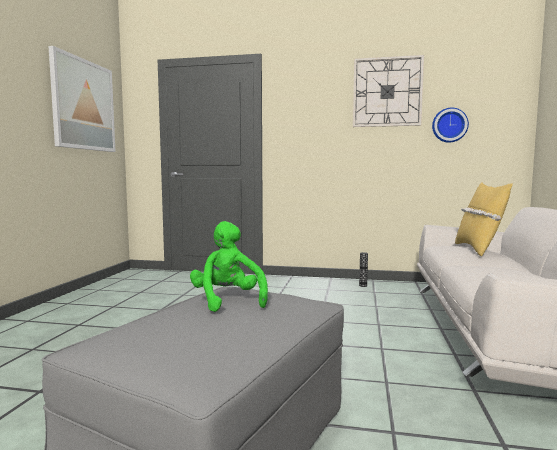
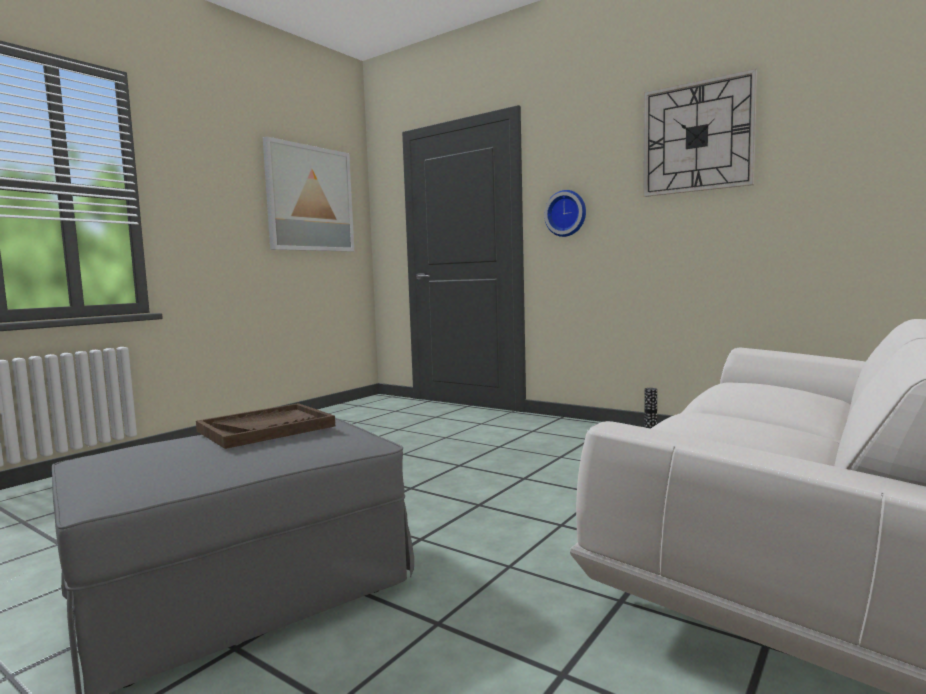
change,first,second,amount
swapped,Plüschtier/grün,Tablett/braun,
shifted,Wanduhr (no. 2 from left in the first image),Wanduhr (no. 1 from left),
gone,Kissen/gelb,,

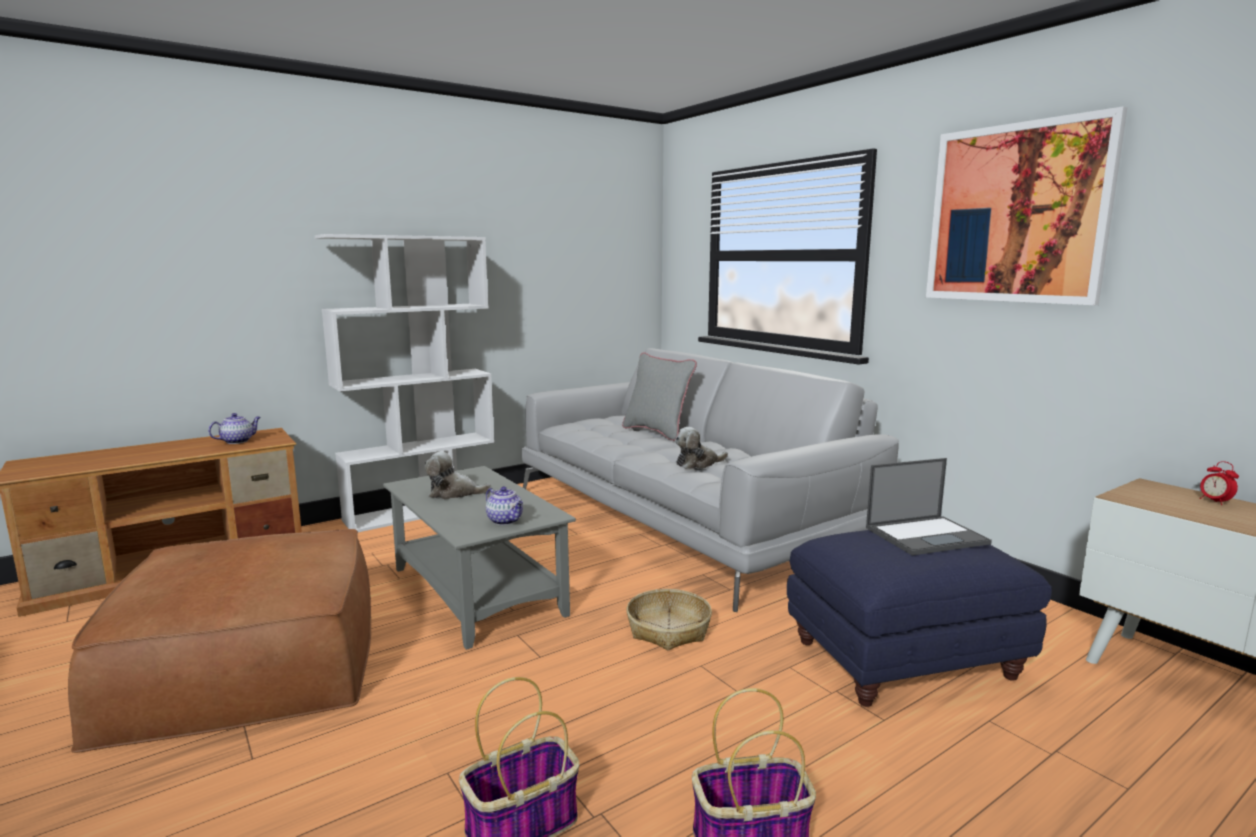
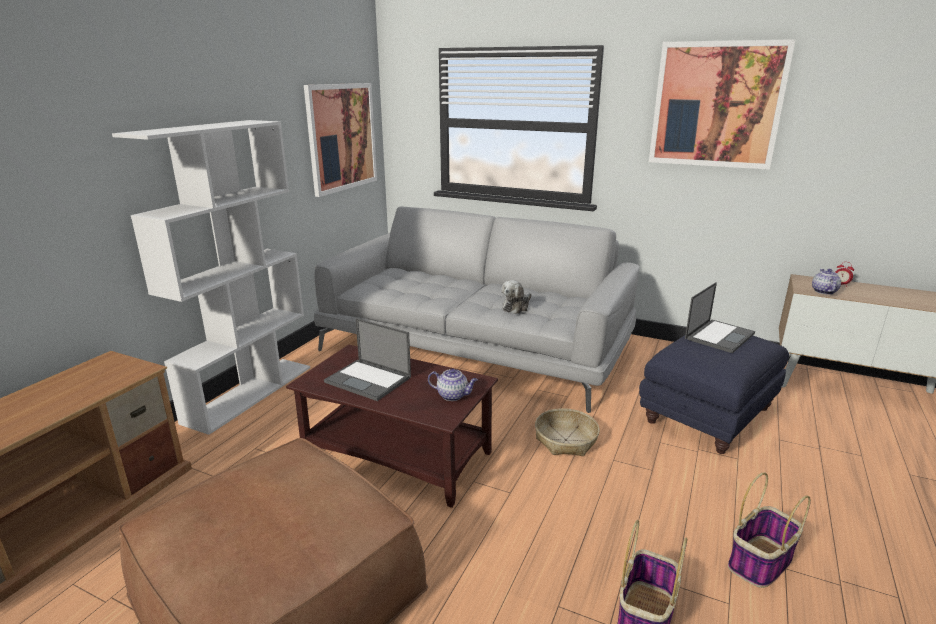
change,first,second,amount
repainted,Couchtisch/grau,Couchtisch/braun,
new,,Bild (no. 1 from left),
swapped,Plüschtier (no. 1 from left),Laptop (no. 1 from left),
shifted,Teekanne (no. 1 from left in the first image),Teekanne (no. 2 from left),
gone,Kissen/grau,,

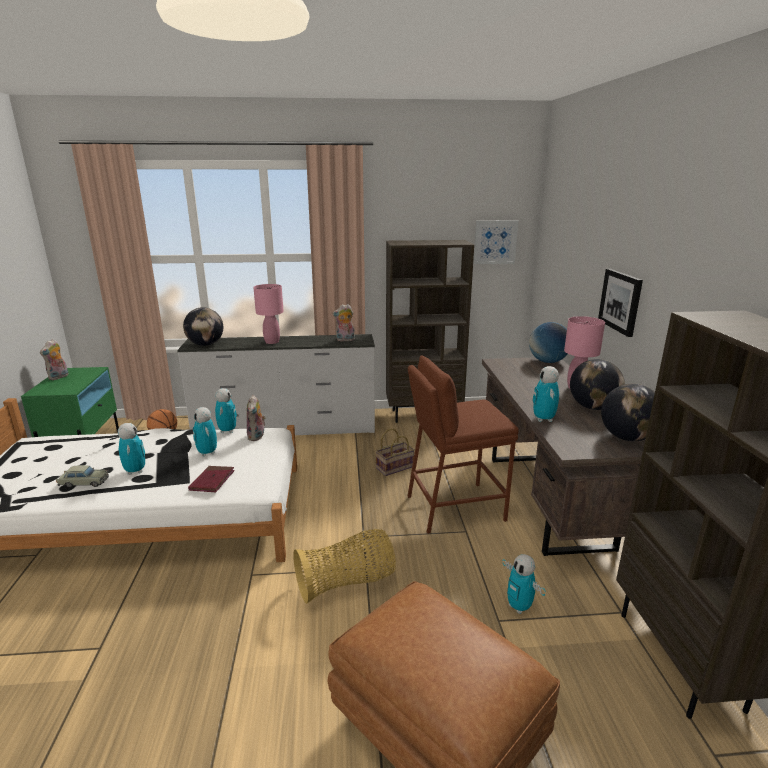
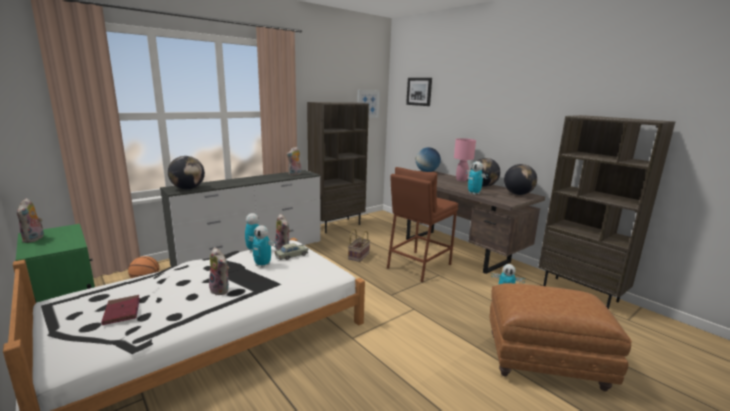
change,first,second,amount
shifted,Buch/rot,,
swapped,Spielzeugroboter (no. 1 from left),Plüschtier (no. 2 from left),
shifted,Spielzeugauto/beige,,
shifted,Bild (no. 2 from left),,
gone,Tischlampe/rosa (no. 1 from left),,
gone,Korb (no. 1 from left),,

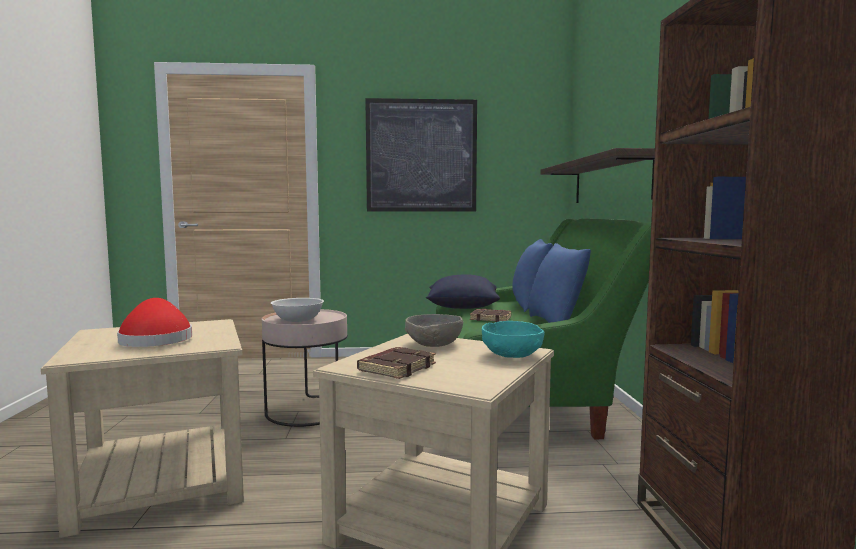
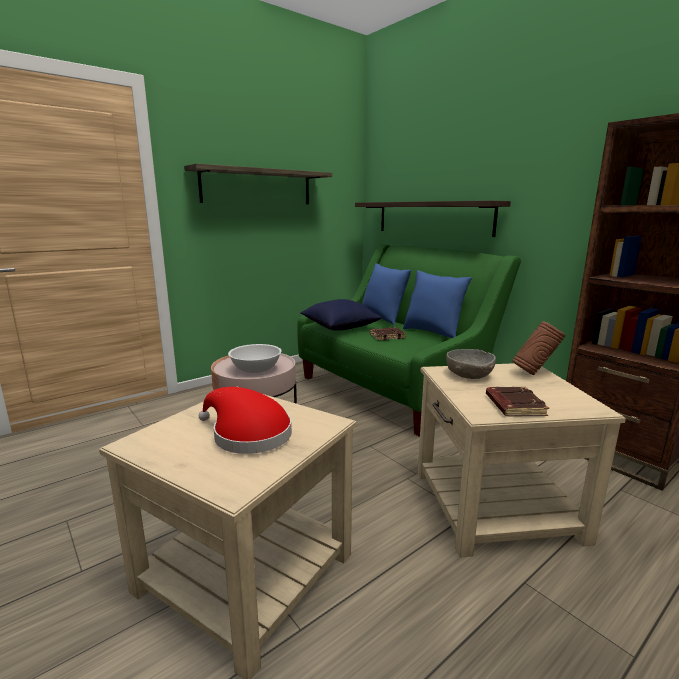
change,first,second,amount
swapped,Bild,Wandregal (no. 1 from left),
swapped,Schüssel/türkis,Vase/braun,

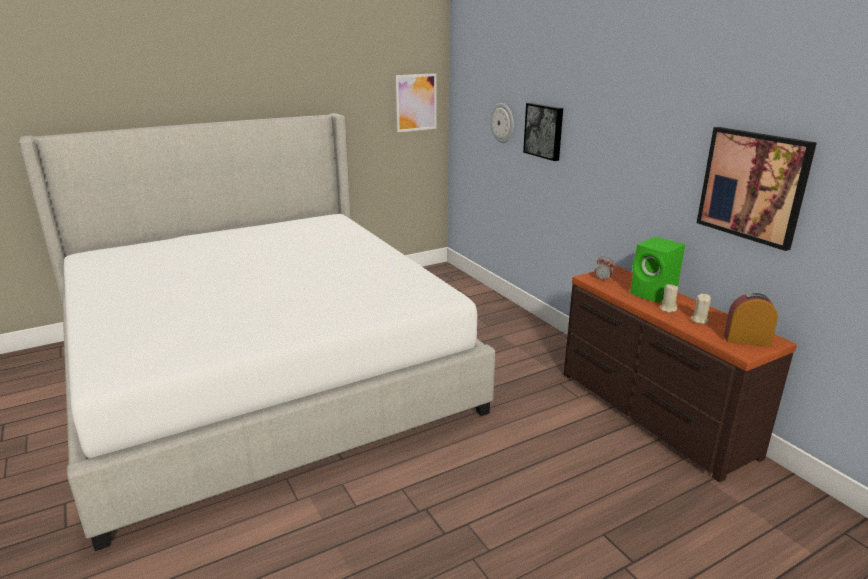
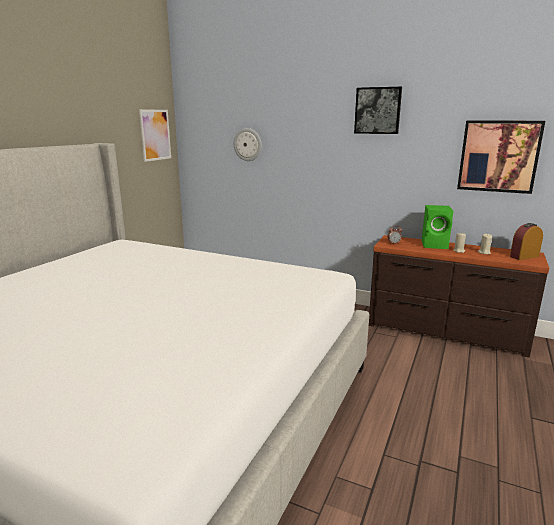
change,first,second,amount
shifted,Bild (no. 2 from left),,

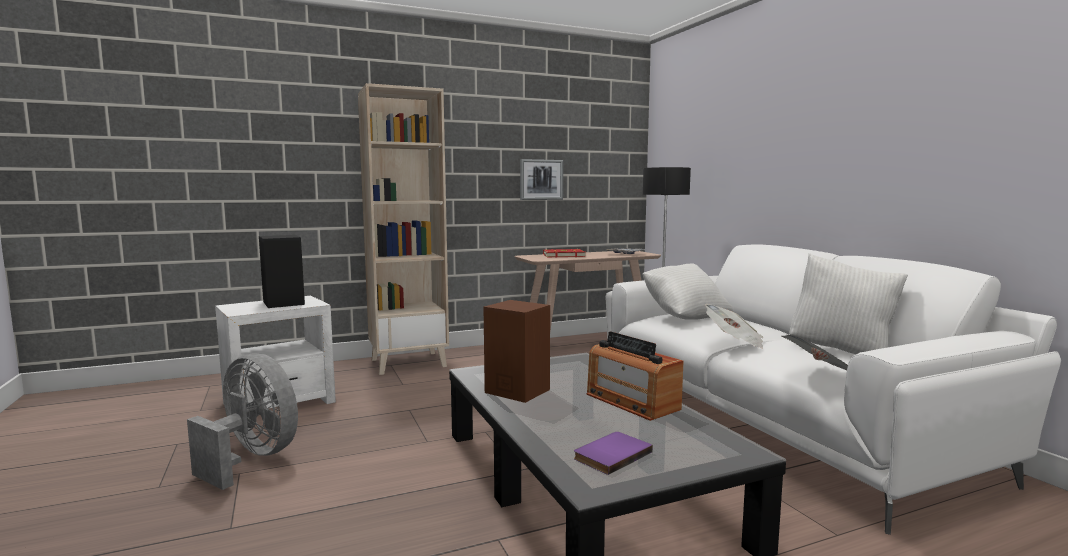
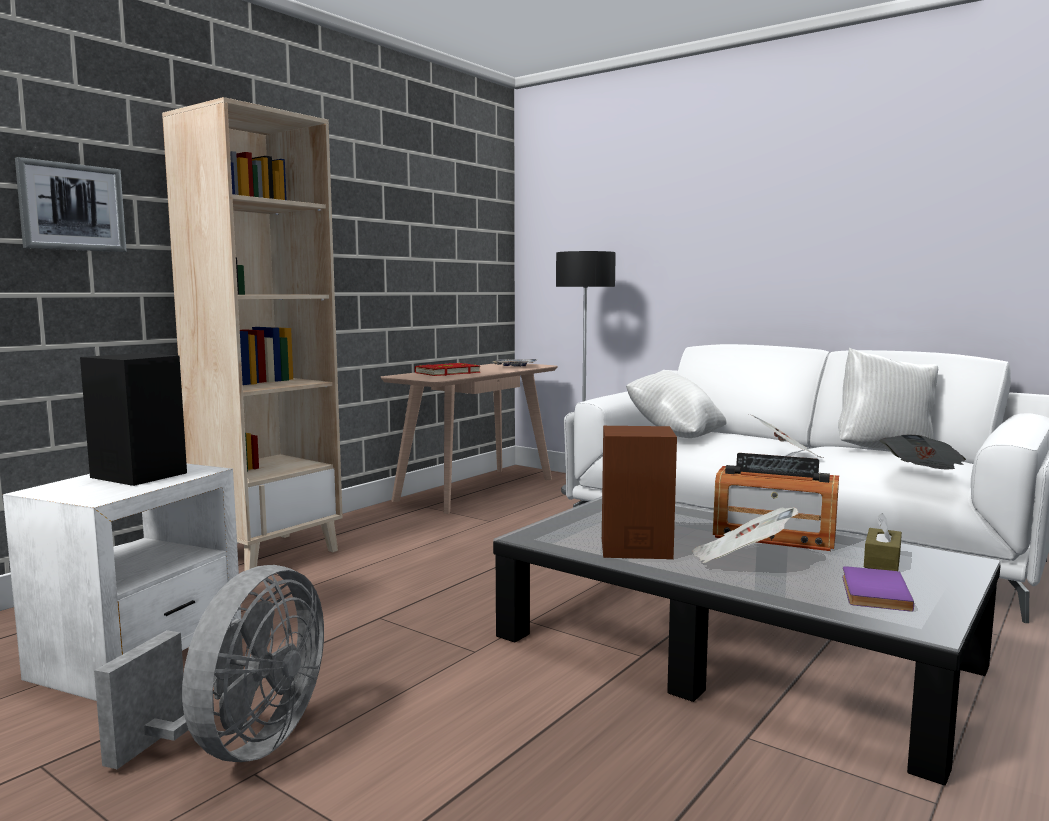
change,first,second,amount
shifted,Bild,,
rotated,Ventilator/grau,,105 degrees clockwise
new,,Zeitung (no. 1 from left),
new,,Taschentuchbox/braun,

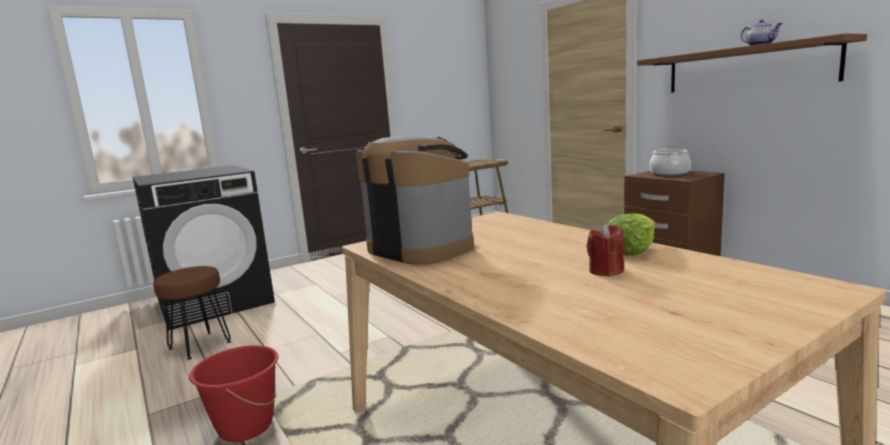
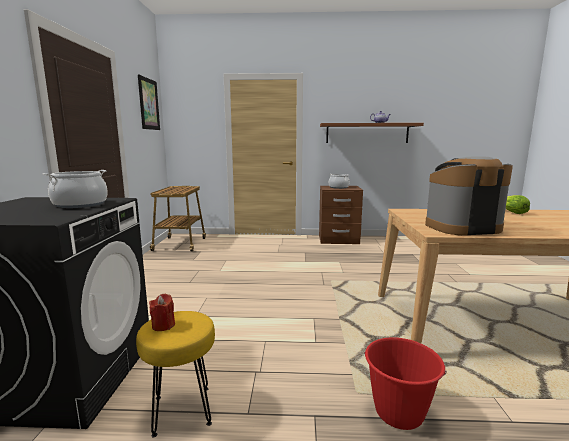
change,first,second,amount
new,,Kochtopf (no. 1 from left),
repainted,Hocker/braun,Hocker/gelb,
new,,Bild,
shifted,Kerze/rot,,

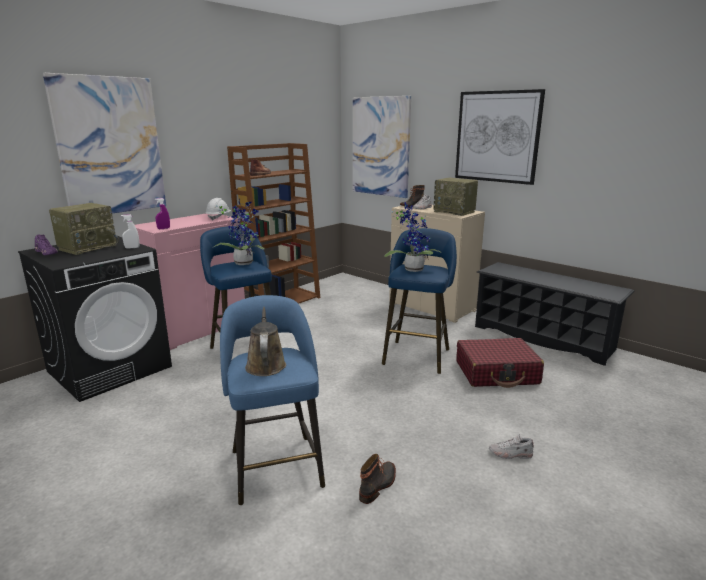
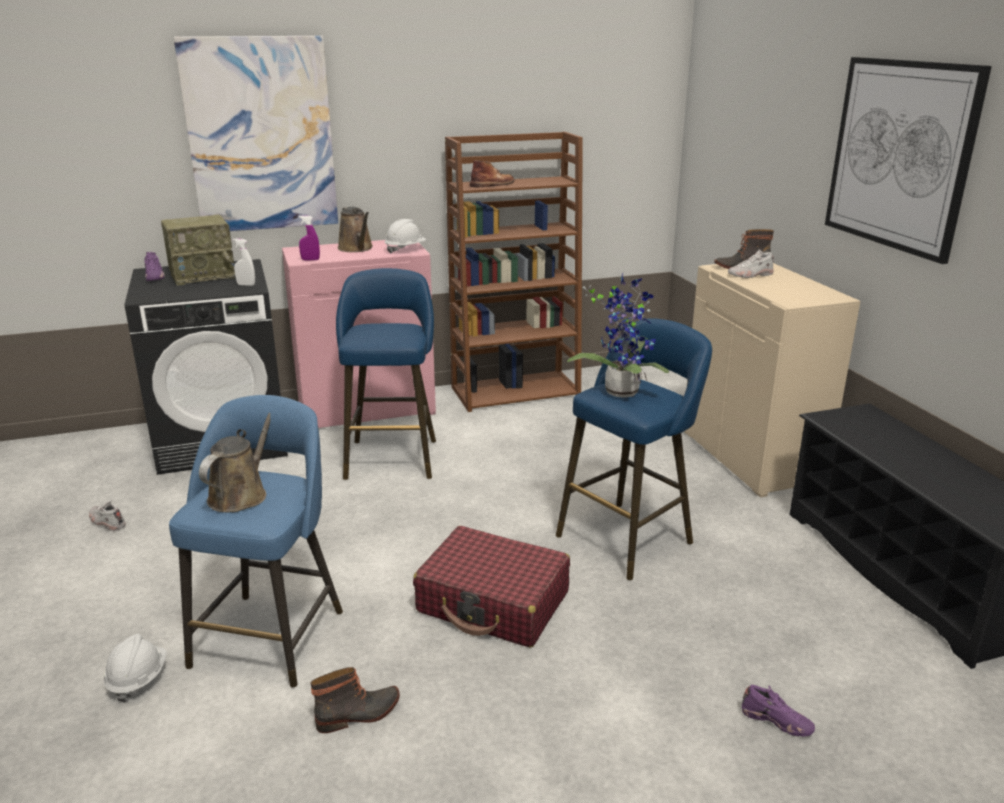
change,first,second,amount
shifted,Schuh/weiß (no. 2 from left in the first image),Schuh/weiß (no. 1 from left),
new,,Schutzhelm/weiß (no. 1 from left),
new,,Gießkanne/braun (no. 2 from left),
shifted,Koffer/rot,,
new,,Schuh/lila (no. 2 from left),
gone,Topfpflanze (no. 1 from left),,
gone,Bild (no. 2 from left),,
gone,Radio (no. 2 from left),,

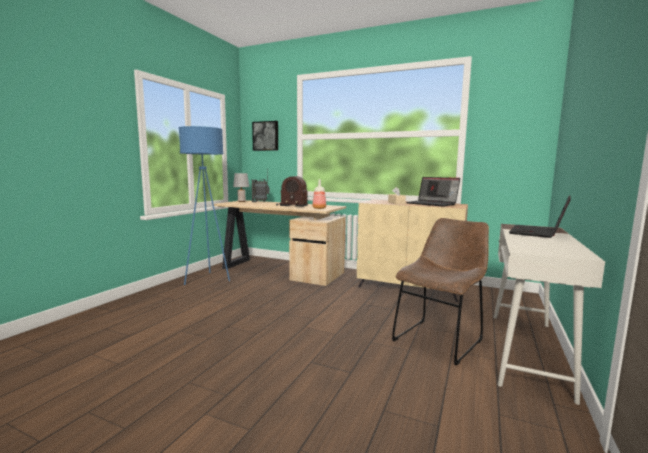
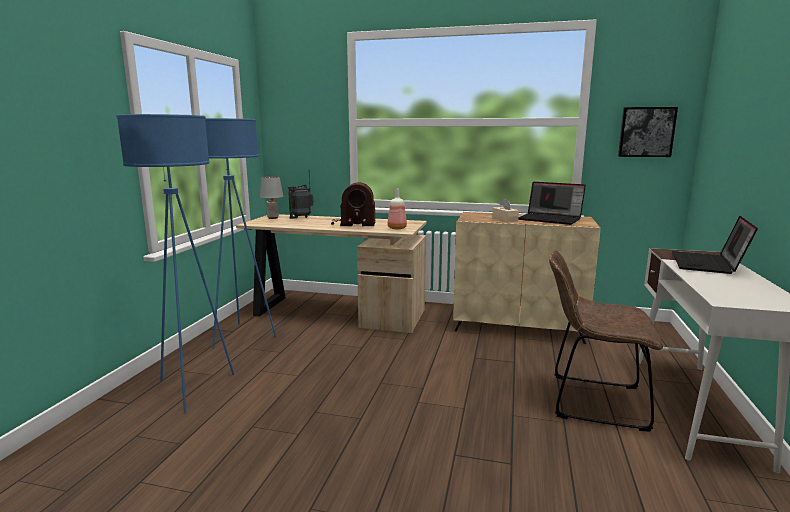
change,first,second,amount
new,,Stehlampe/blau (no. 1 from left),
rotated,Stuhl/braun,,105 degrees counterclockwise
shifted,Bild,,

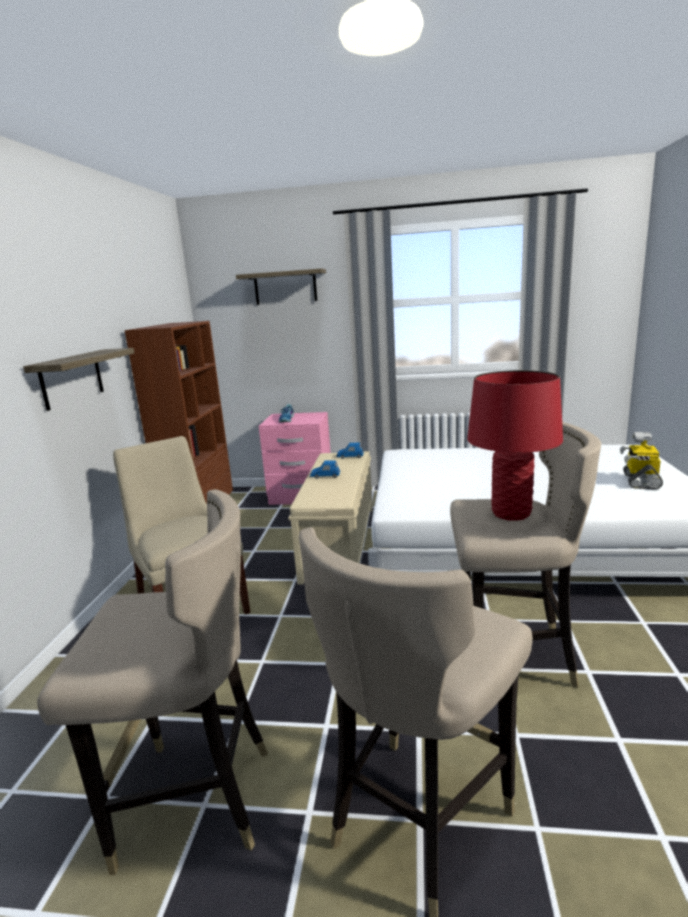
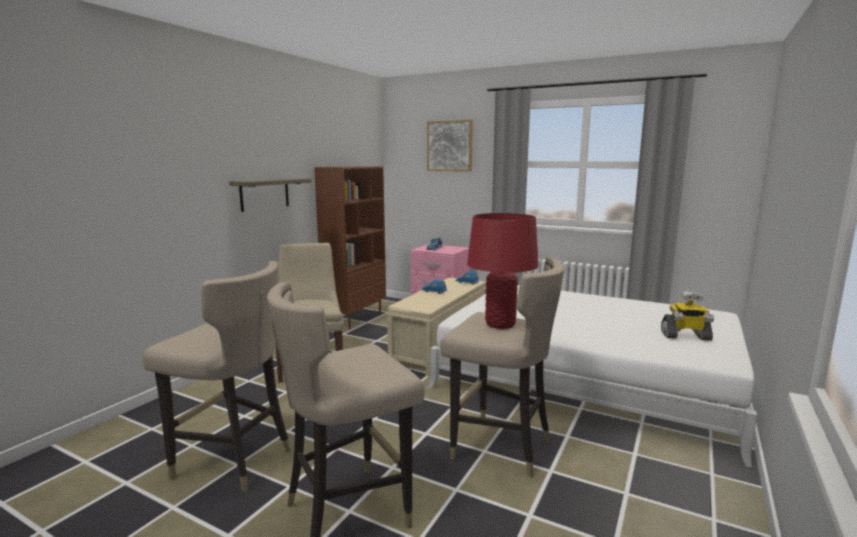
change,first,second,amount
swapped,Wandregal (no. 2 from left),Bild,
rotated,Spielzeugroboter,,120 degrees counterclockwise

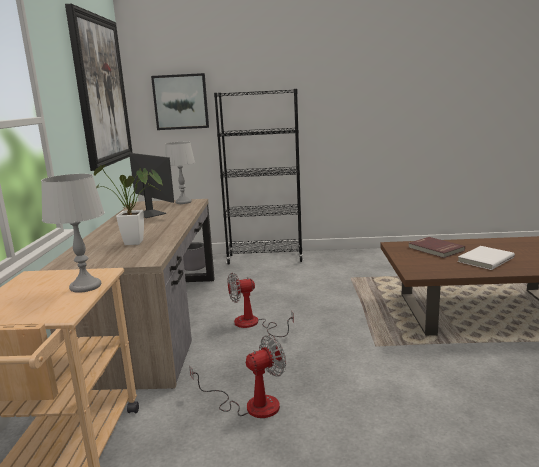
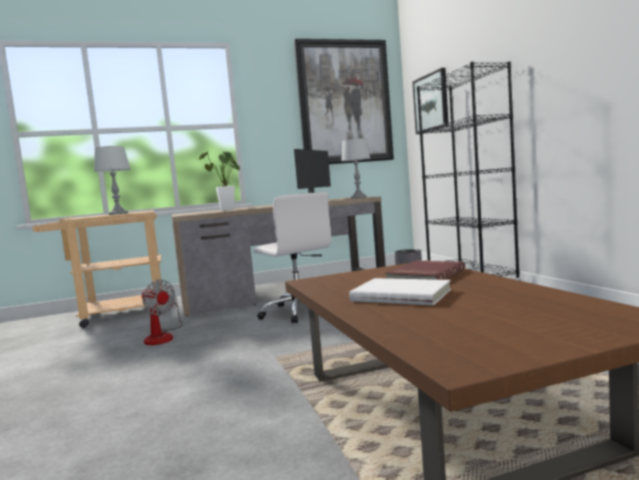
change,first,second,amount
swapped,Ventilator (no. 2 from left),Bürostuhl/weiß,

